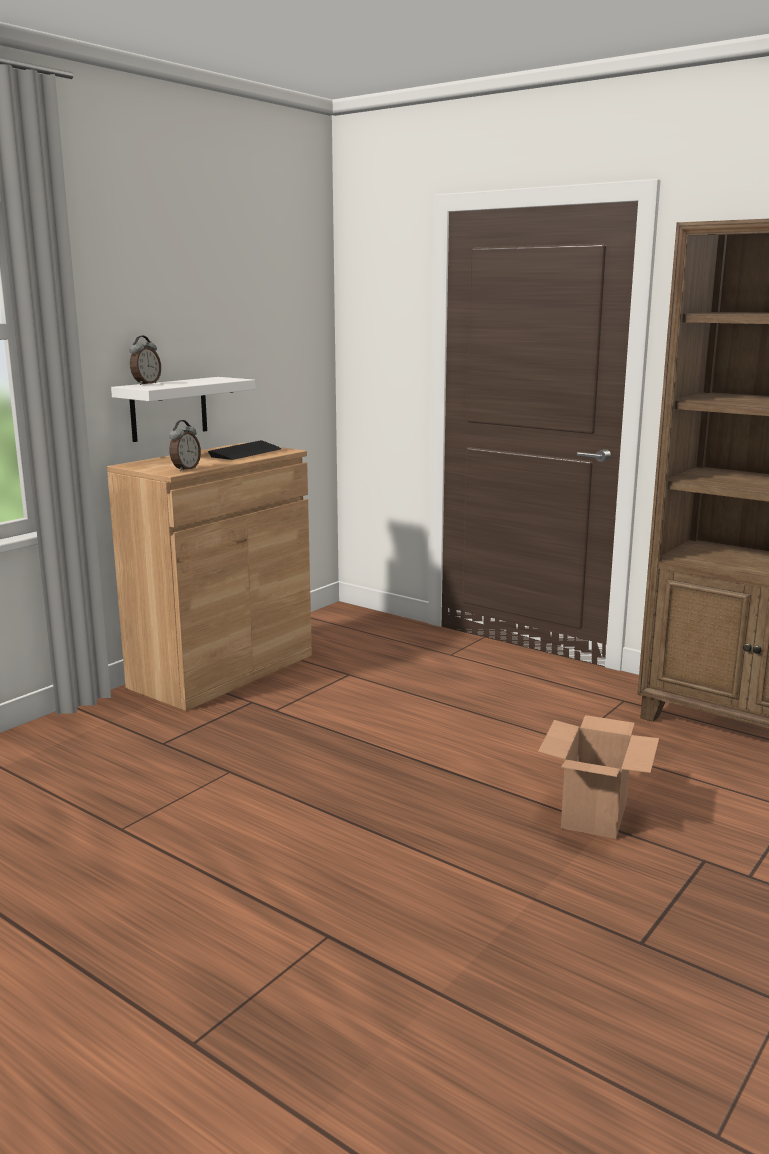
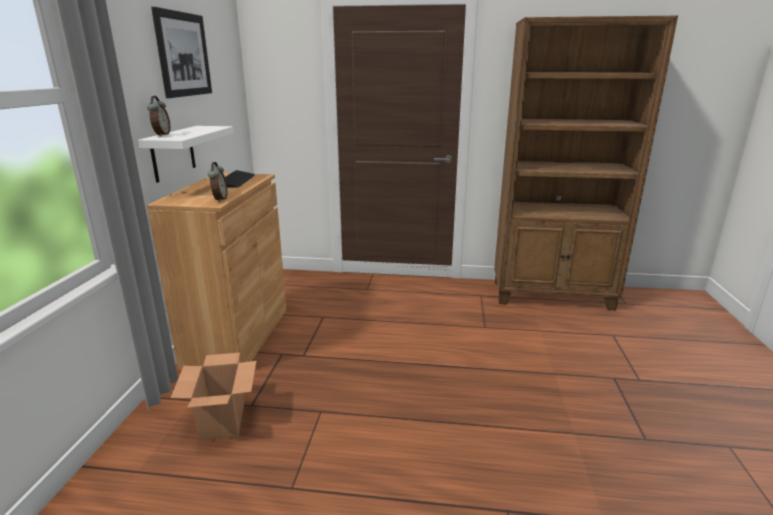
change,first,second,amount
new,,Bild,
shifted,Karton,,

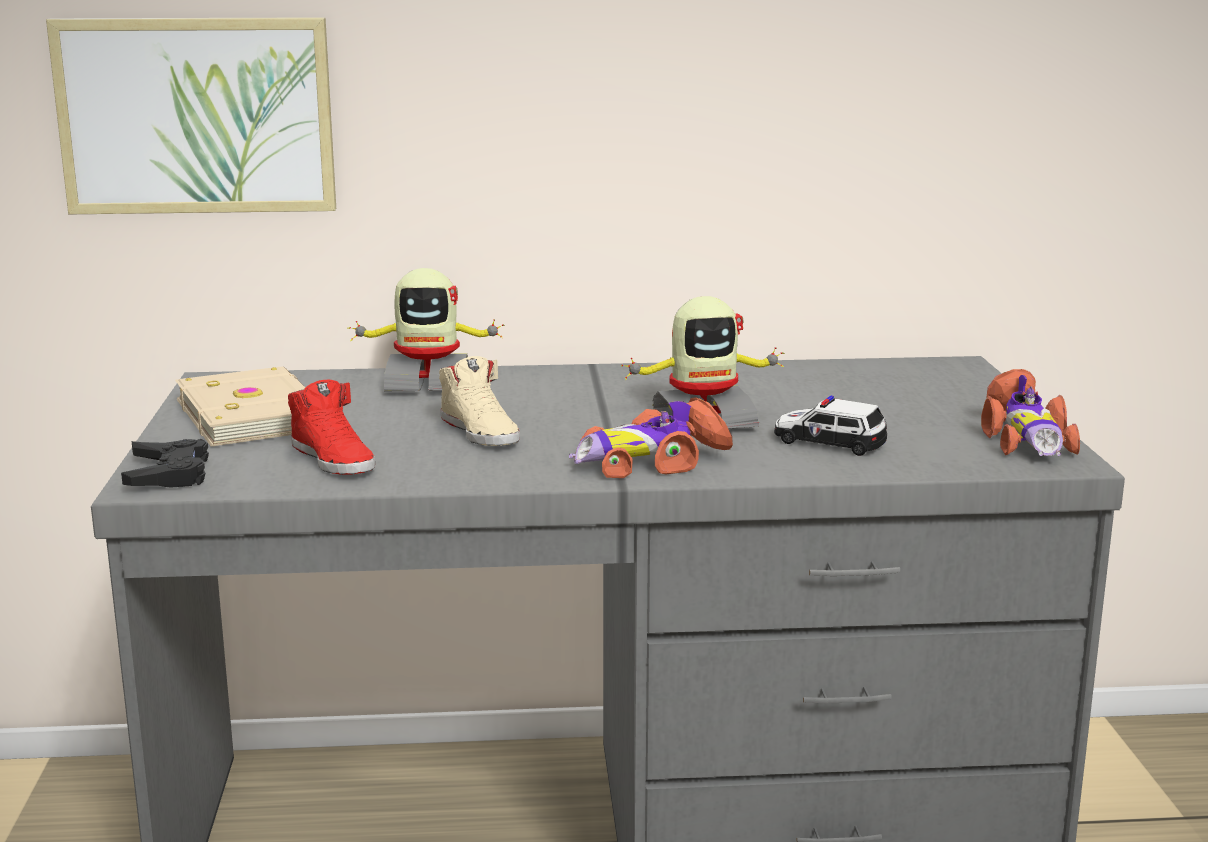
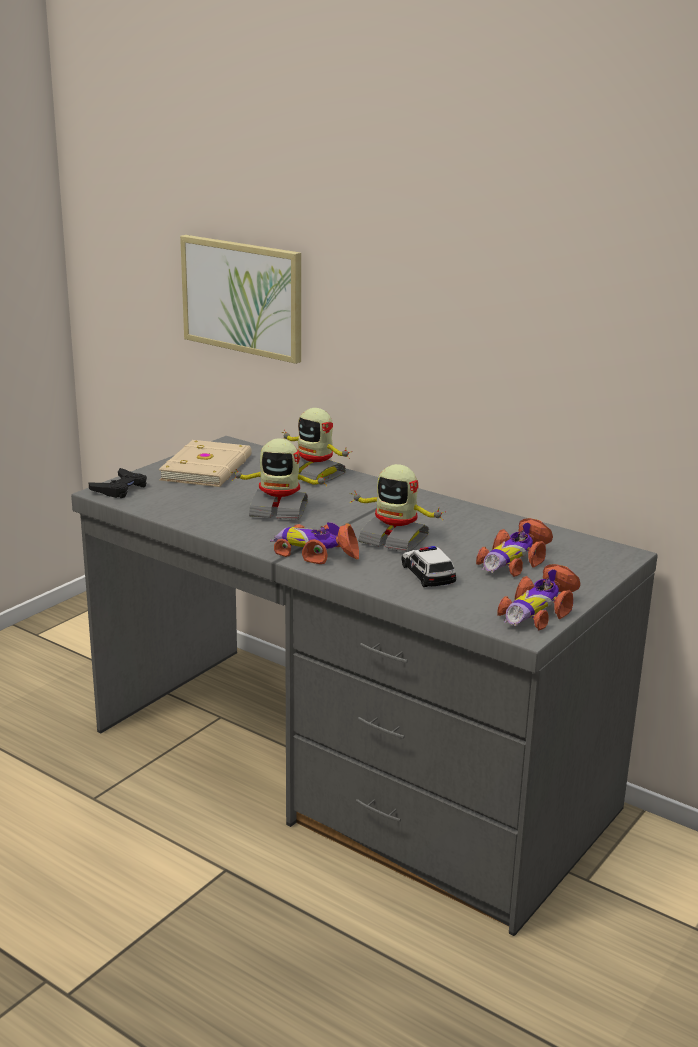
change,first,second,amount
swapped,Schuh/beige,Spielzeugroboter (no. 1 from left),
new,,Spielzeugauto (no. 3 from left),
gone,Schuh/rot,,

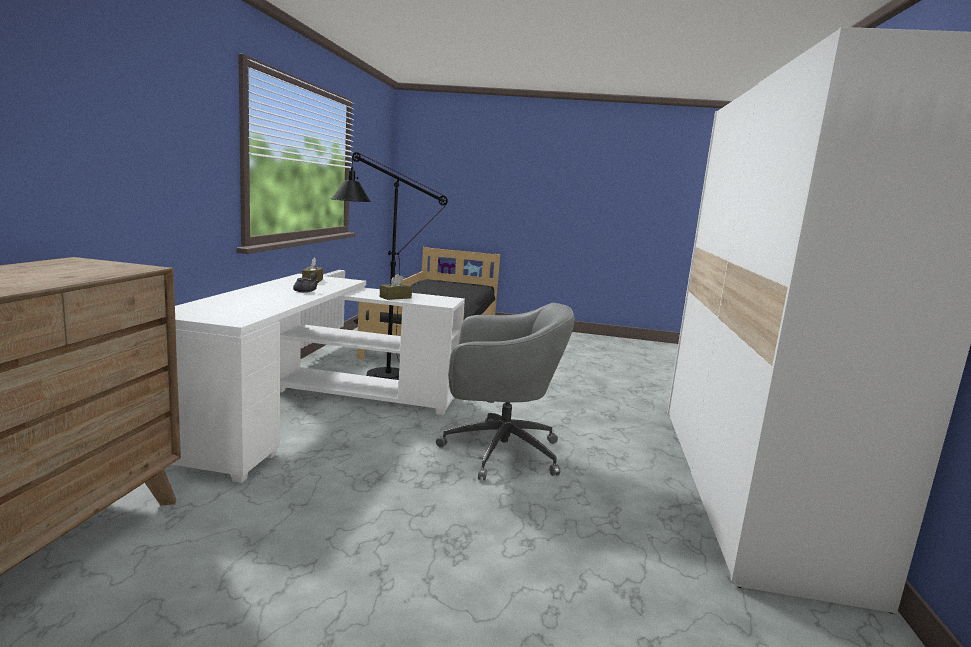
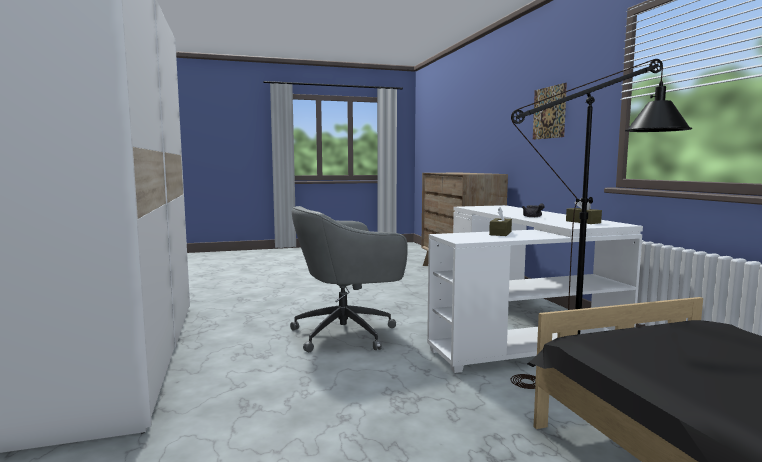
change,first,second,amount
new,,Bild,

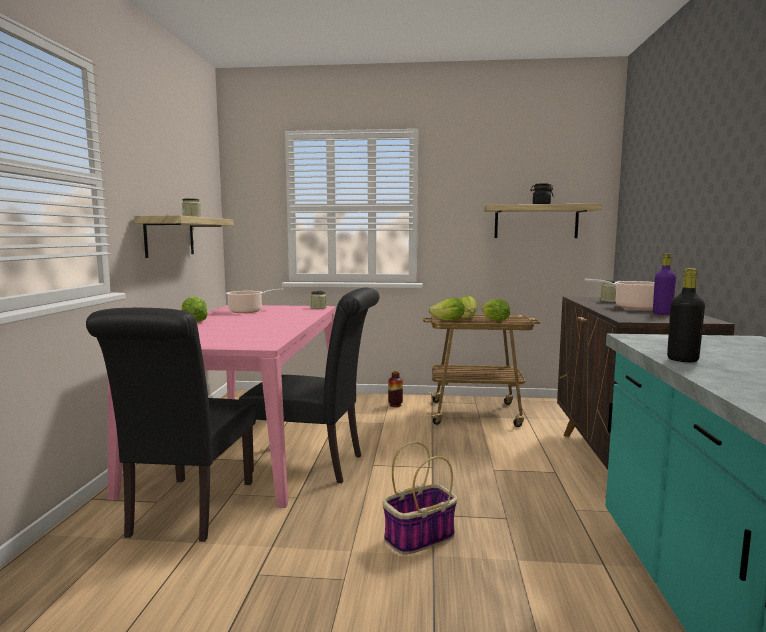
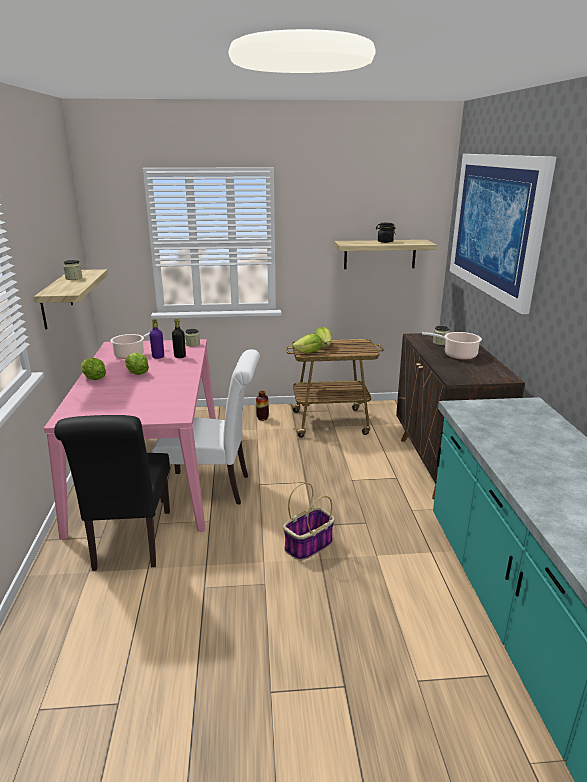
change,first,second,amount
shifted,Salatkopf (no. 4 from left in the first image),Salatkopf (no. 2 from left),
shifted,Flasche/lila,,
repainted,Stuhl/schwarz (no. 2 from left),Stuhl/weiß,
shifted,Flasche/schwarz,,
new,,Bild,

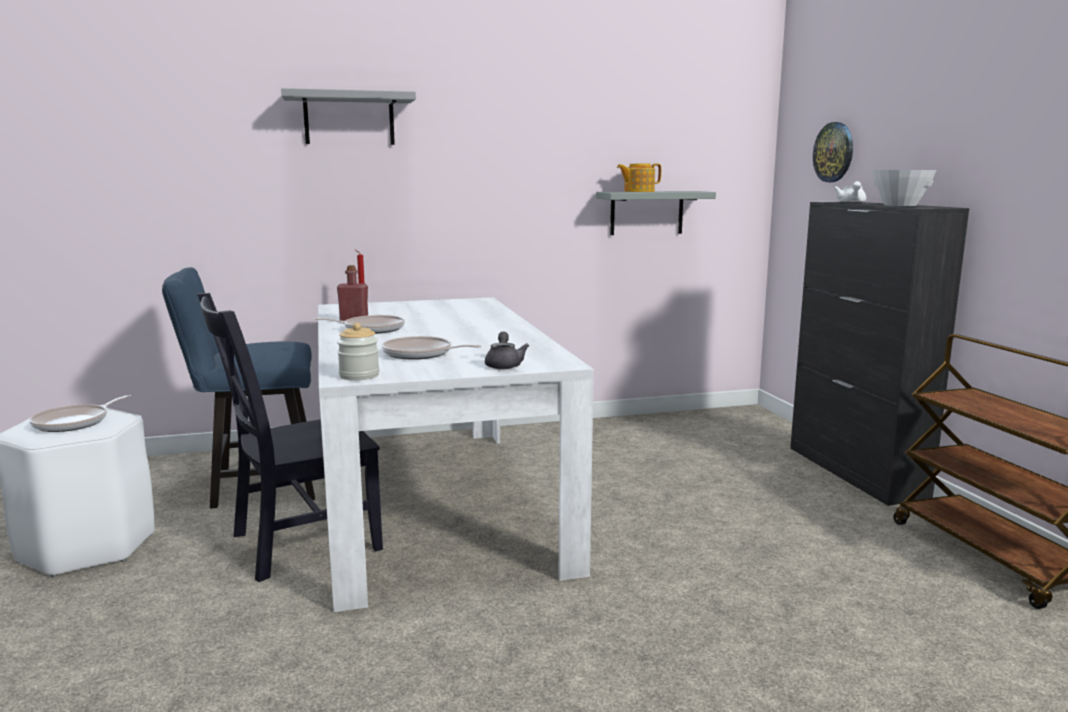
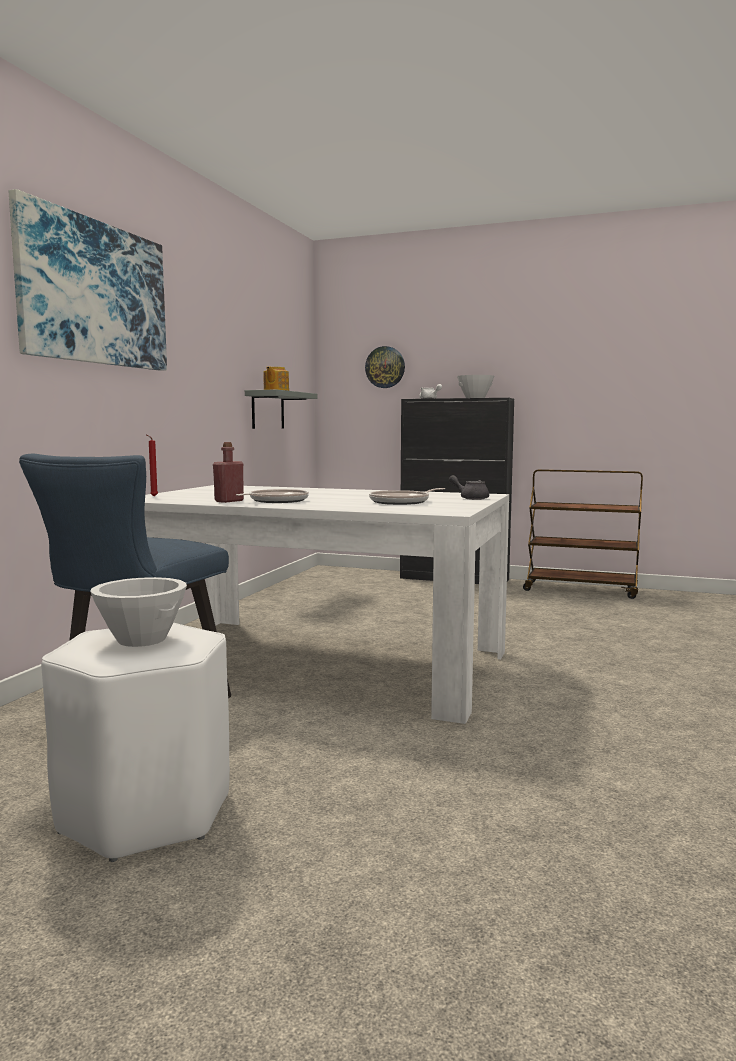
change,first,second,amount
swapped,Wandregal/grau (no. 1 from left),Bild,
swapped,Pfanne (no. 1 from left),Schüssel/weiß (no. 1 from left),
gone,Stuhl/schwarz,,
gone,Vorratsglas,,

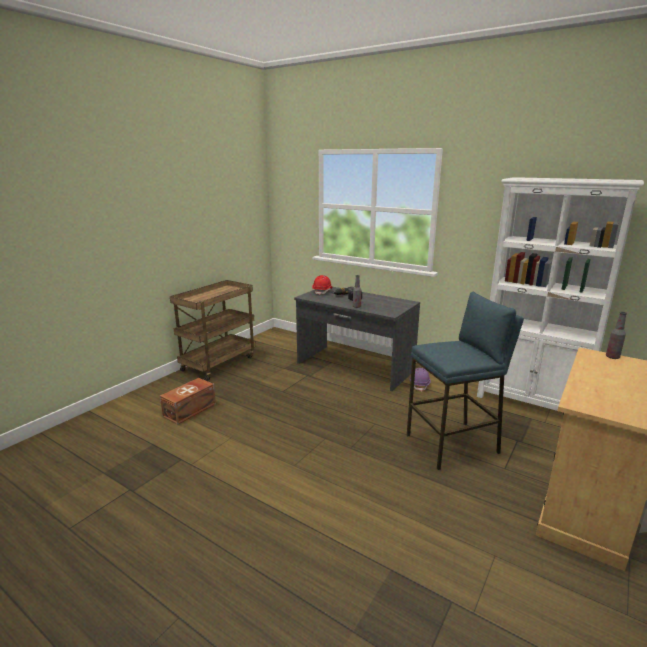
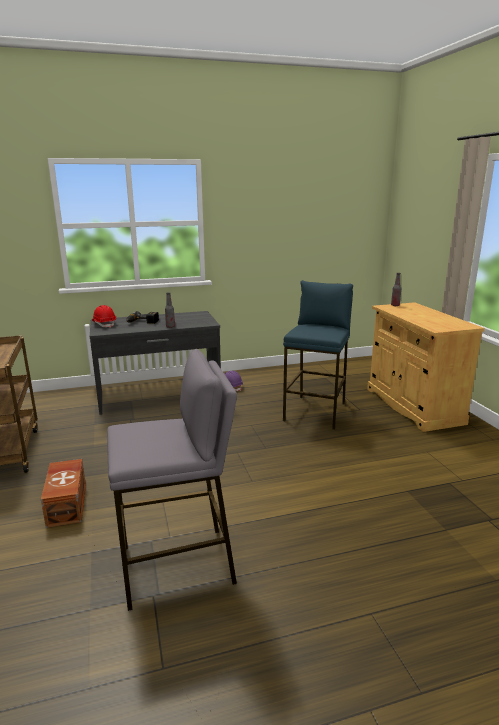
change,first,second,amount
new,,Hocker/grau,
gone,Bücherregal/weiß,,

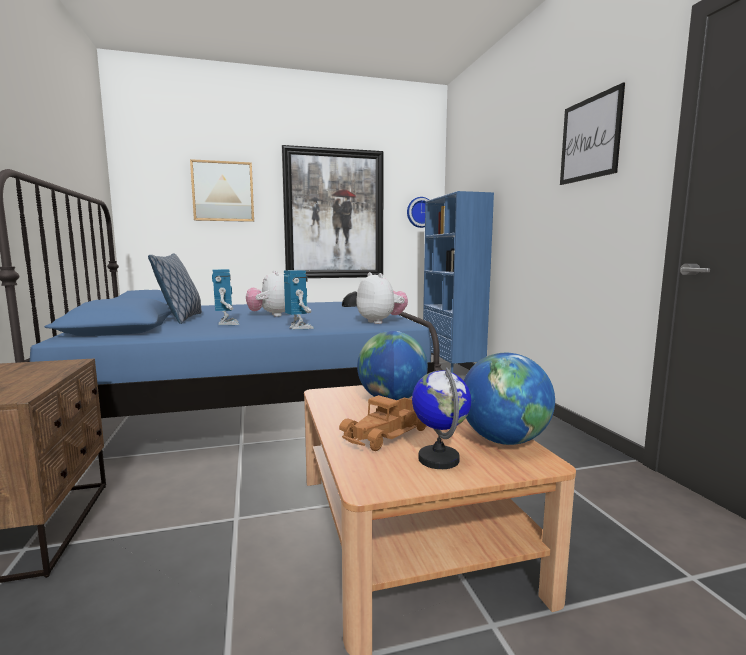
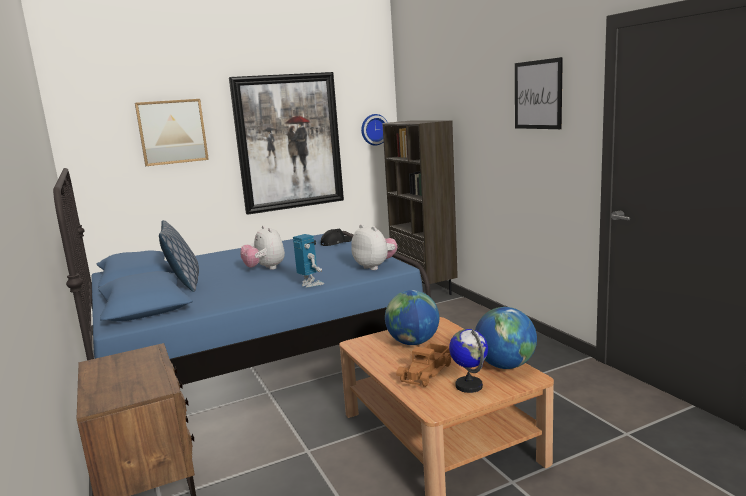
change,first,second,amount
repainted,Bücherregal/blau,Bücherregal/braun,
gone,Spielzeugroboter (no. 1 from left),,

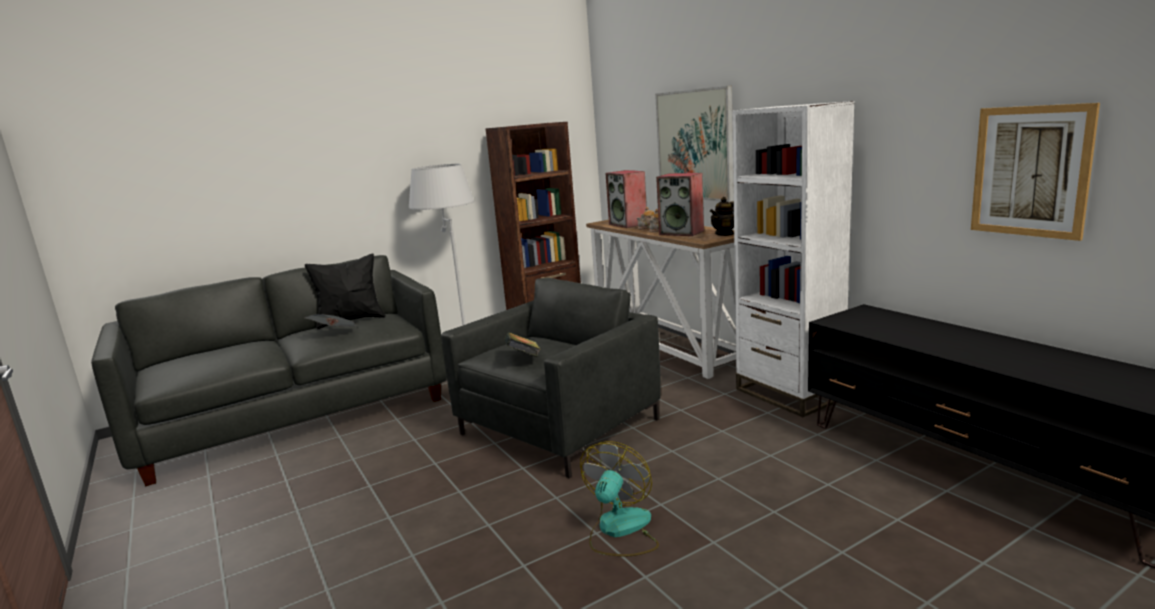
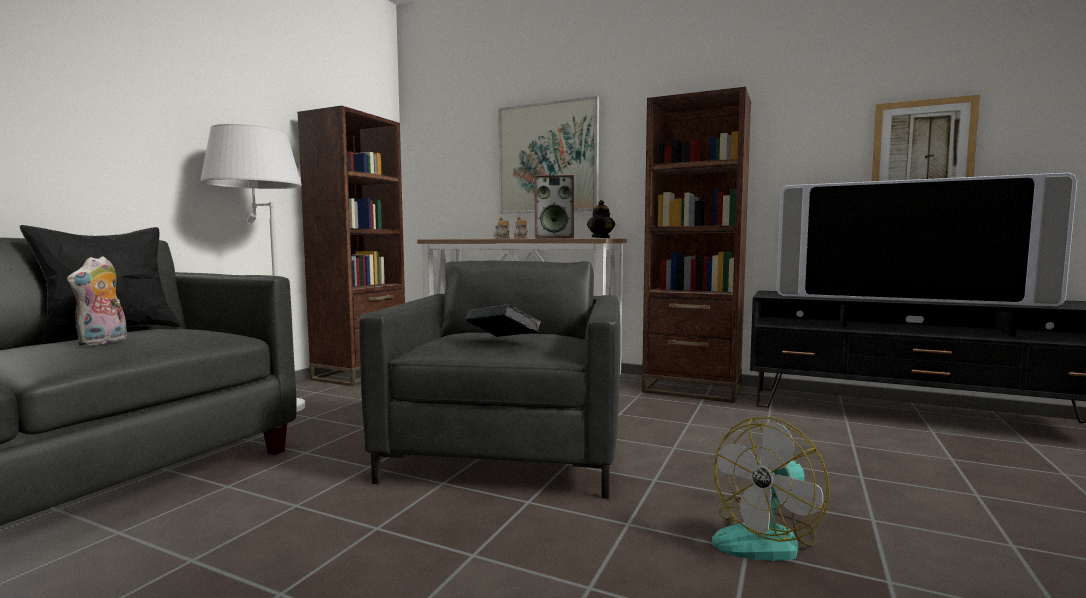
change,first,second,amount
swapped,Zeitung,Plüschtier,
repainted,Bücherregal/weiß,Bücherregal/braun (no. 2 from left),
rotated,Ventilator,,120 degrees counterclockwise
new,,Fernseher,
gone,Lautsprecher (no. 1 from left),,

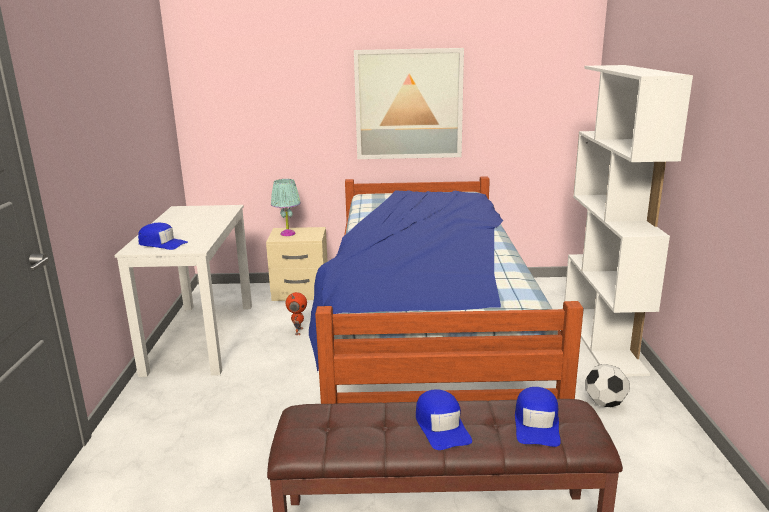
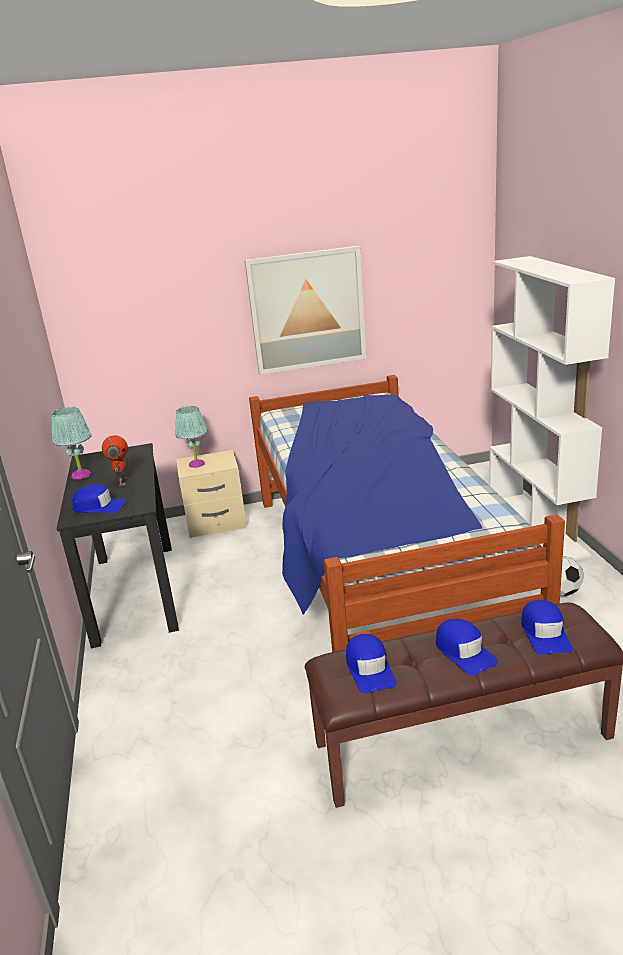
change,first,second,amount
new,,Tischlampe/türkis (no. 1 from left),
repainted,Schreibtisch/weiß,Schreibtisch/schwarz,
shifted,Spielzeugroboter,,
new,,Kappe/blau (no. 2 from left),

